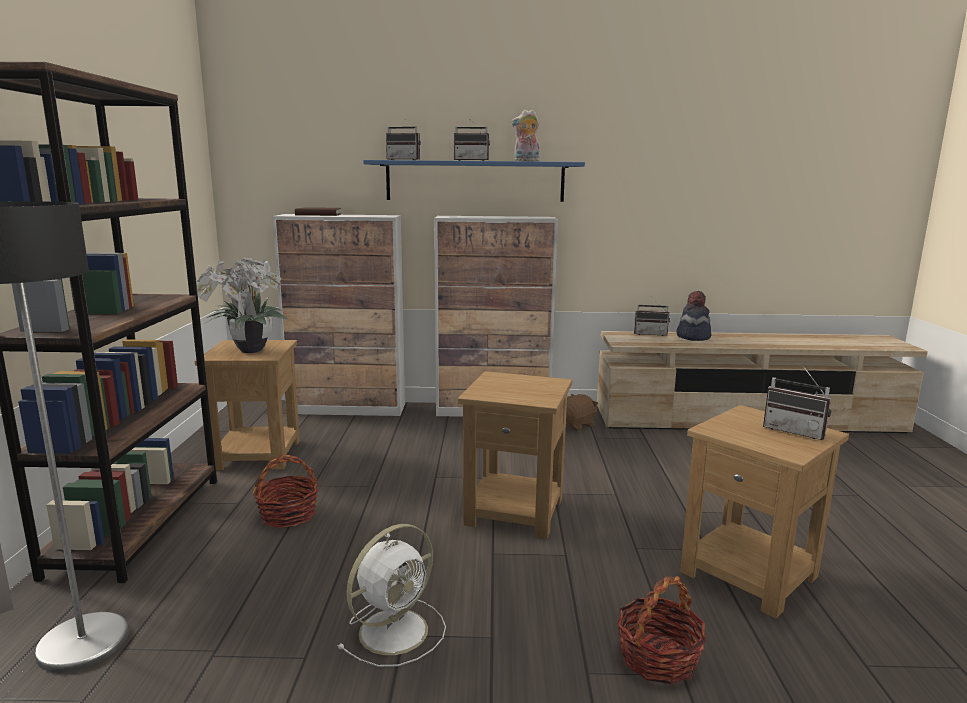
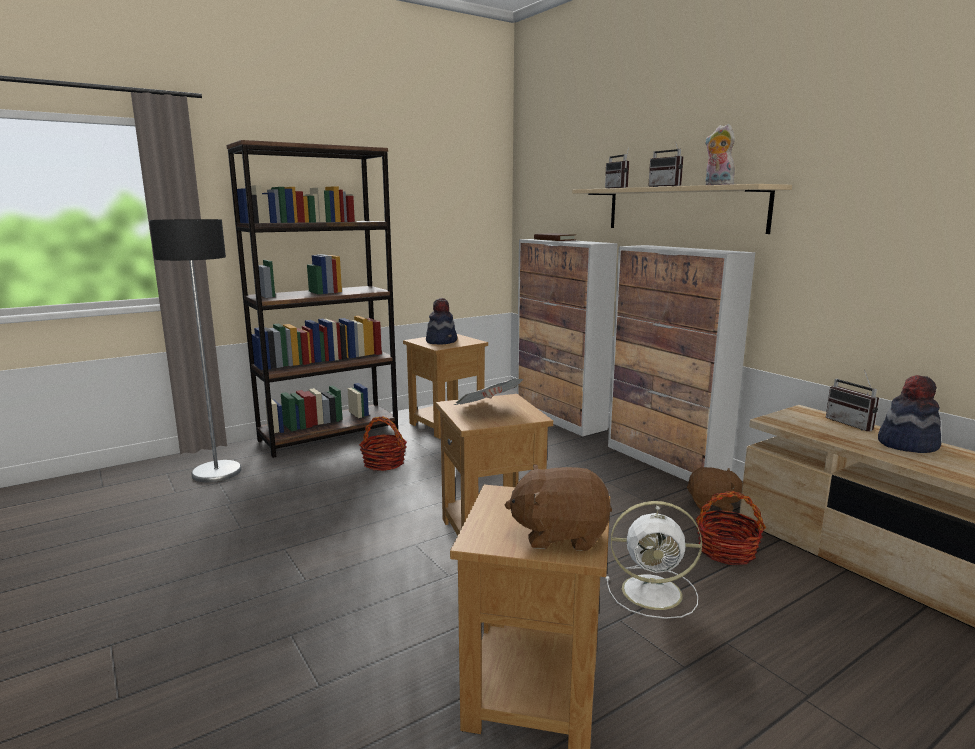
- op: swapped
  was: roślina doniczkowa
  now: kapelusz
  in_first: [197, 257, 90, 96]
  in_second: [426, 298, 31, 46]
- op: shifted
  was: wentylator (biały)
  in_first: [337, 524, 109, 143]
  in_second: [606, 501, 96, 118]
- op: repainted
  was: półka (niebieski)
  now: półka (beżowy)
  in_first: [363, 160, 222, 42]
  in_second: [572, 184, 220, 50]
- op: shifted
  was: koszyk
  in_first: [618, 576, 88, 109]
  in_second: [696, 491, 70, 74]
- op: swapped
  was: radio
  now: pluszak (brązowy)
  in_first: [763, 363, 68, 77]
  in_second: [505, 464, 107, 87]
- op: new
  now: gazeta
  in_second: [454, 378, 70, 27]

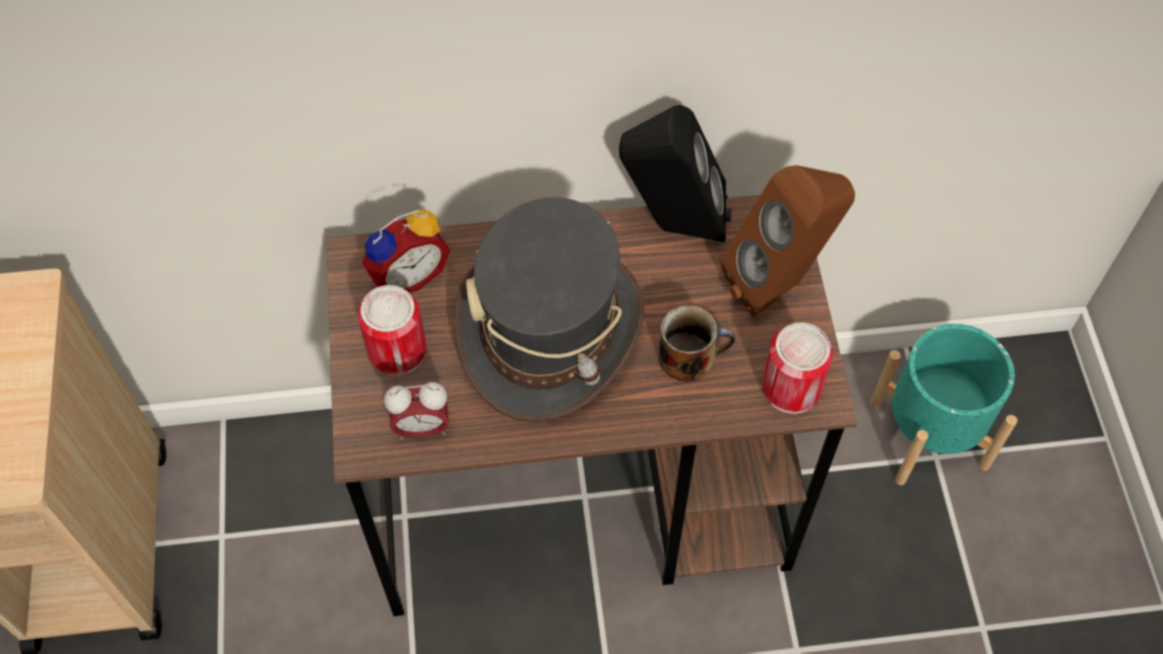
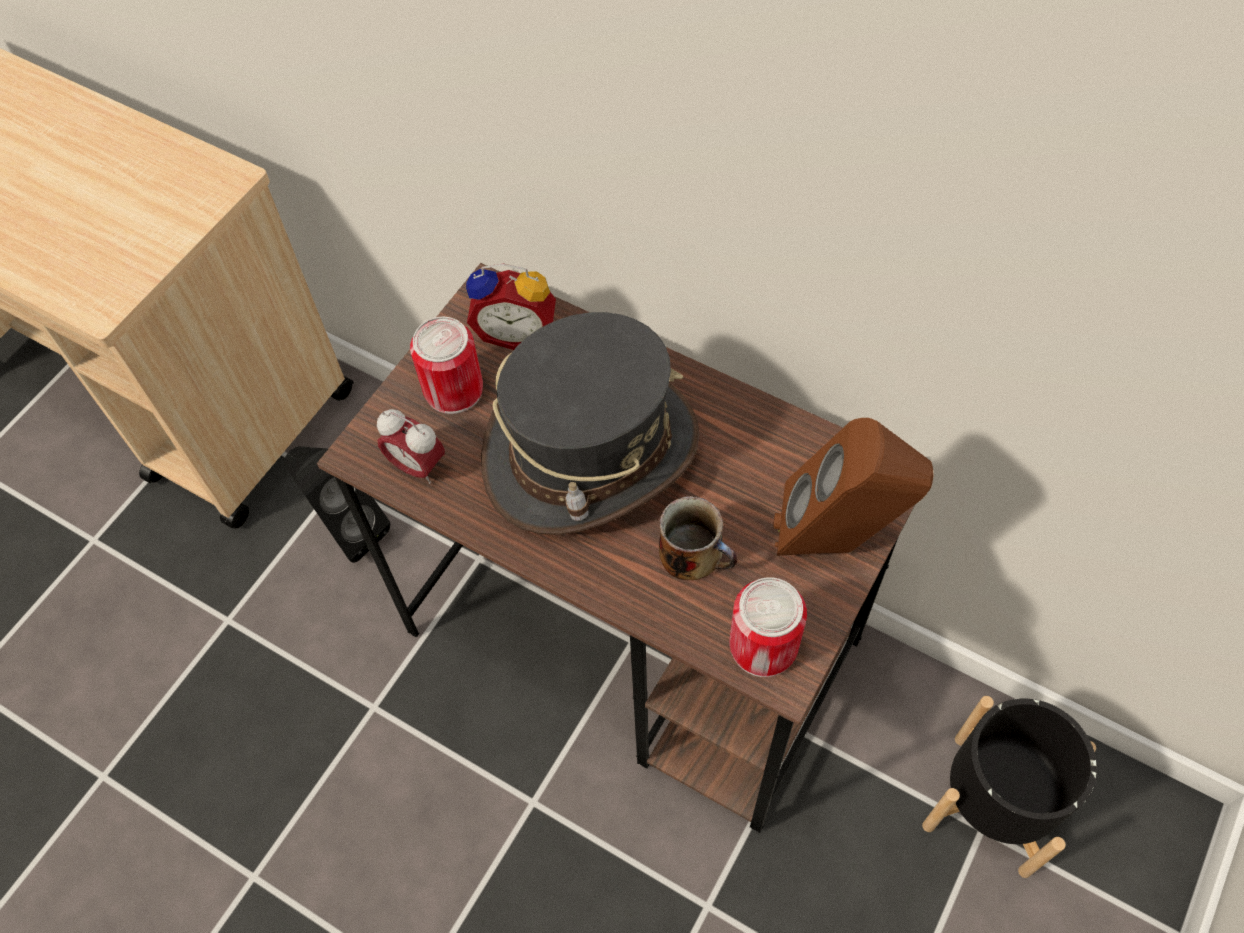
- op: shifted
  was: głośnik (czarny)
  in_first: [619, 105, 112, 137]
  in_second: [284, 446, 106, 117]
- op: repainted
  was: donica (turkusowy)
  now: donica (czarny)
  in_first: [870, 324, 148, 161]
  in_second: [922, 696, 175, 182]

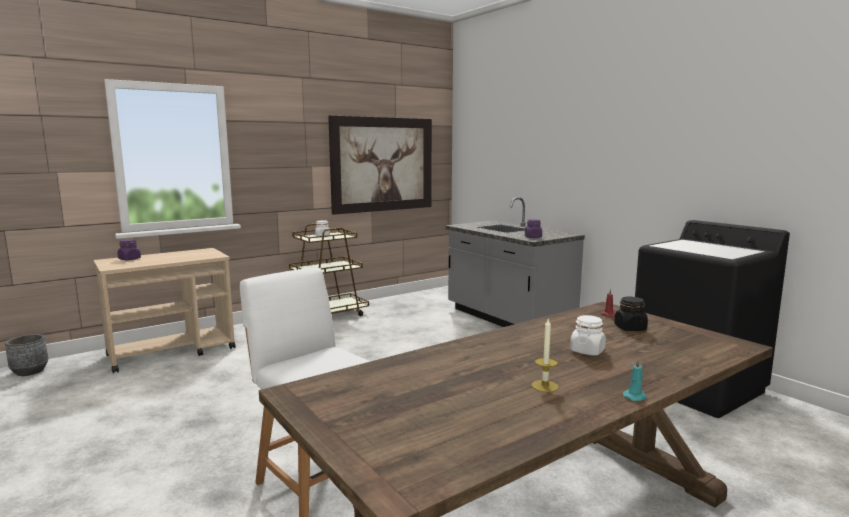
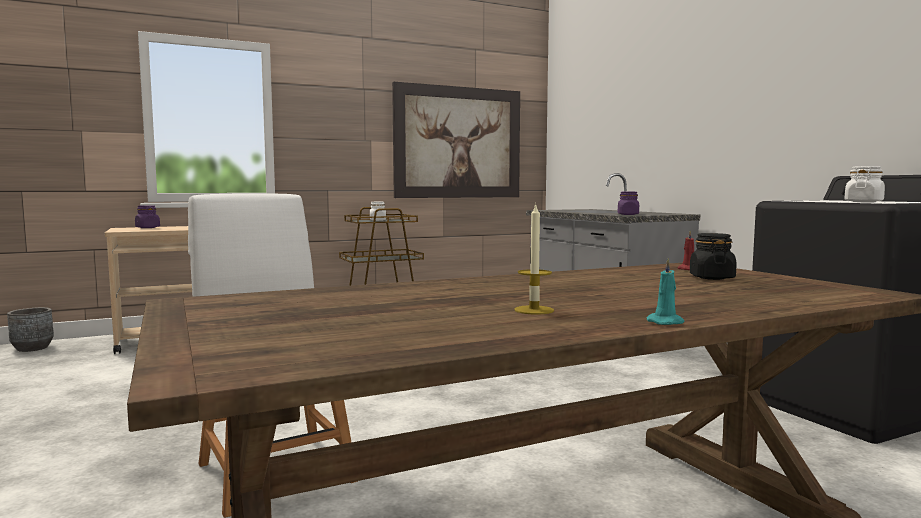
- op: shifted
  was: słoik (biały)
  in_first: [570, 315, 36, 41]
  in_second: [844, 166, 41, 36]

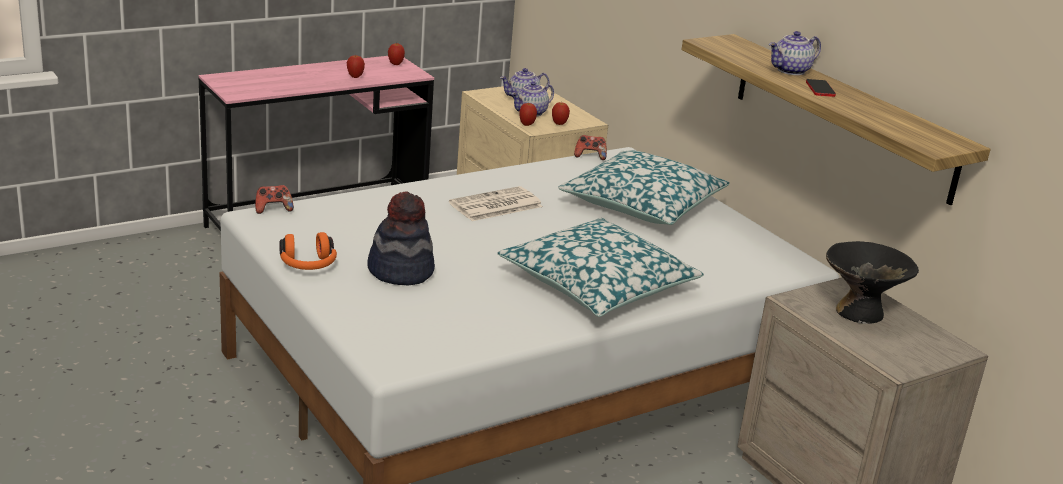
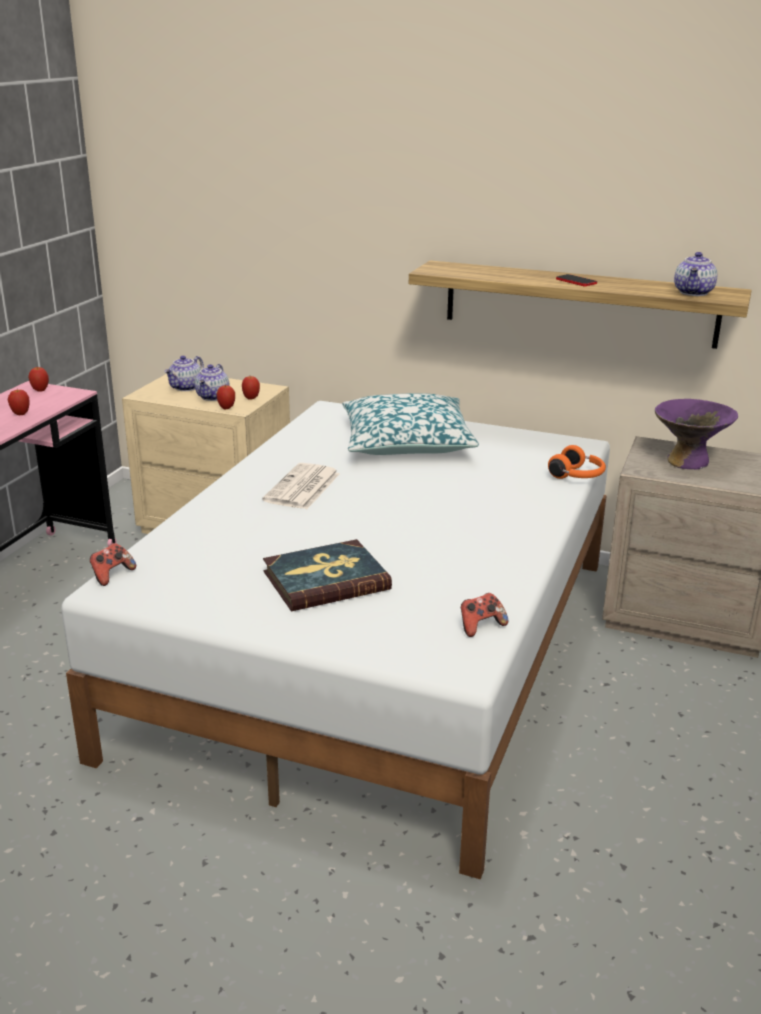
- op: shifted
  was: słuchawki (pomarańczowy)
  in_first: [280, 232, 57, 38]
  in_second: [548, 445, 58, 34]
- op: swapped
  was: kapelusz
  now: książka
  in_first: [367, 192, 68, 94]
  in_second: [263, 539, 129, 72]
- op: gone
  was: poduszka
  in_first: [497, 218, 207, 99]
- op: shifted
  was: pad do gier
  in_first: [574, 135, 33, 25]
  in_second: [461, 593, 47, 44]
- op: shifted
  was: imbryk
  in_first: [769, 31, 52, 44]
  in_second: [674, 252, 44, 44]
- op: repainted
  was: miska (czarny)
  now: miska (fioletowy)
  in_first: [826, 241, 93, 83]
  in_second: [655, 399, 83, 70]

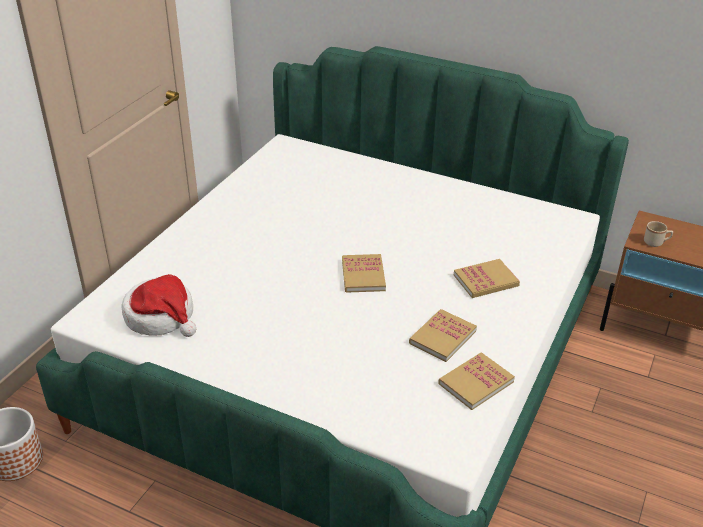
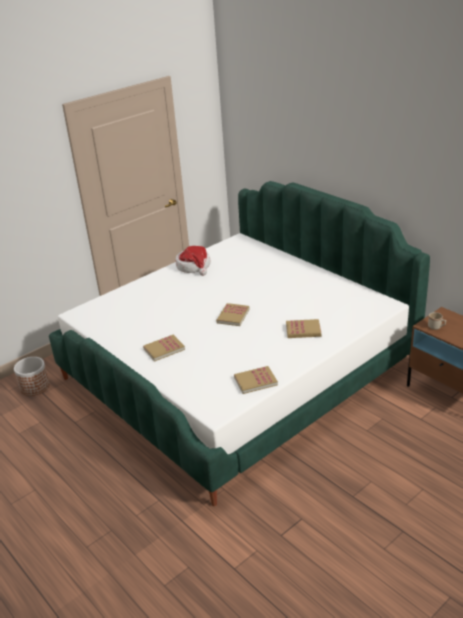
- op: shifted
  was: kapelusz
  in_first: [122, 274, 74, 63]
  in_second: [175, 246, 35, 30]
- op: shifted
  was: książka
  in_first: [409, 309, 68, 53]
  in_second: [143, 335, 42, 27]

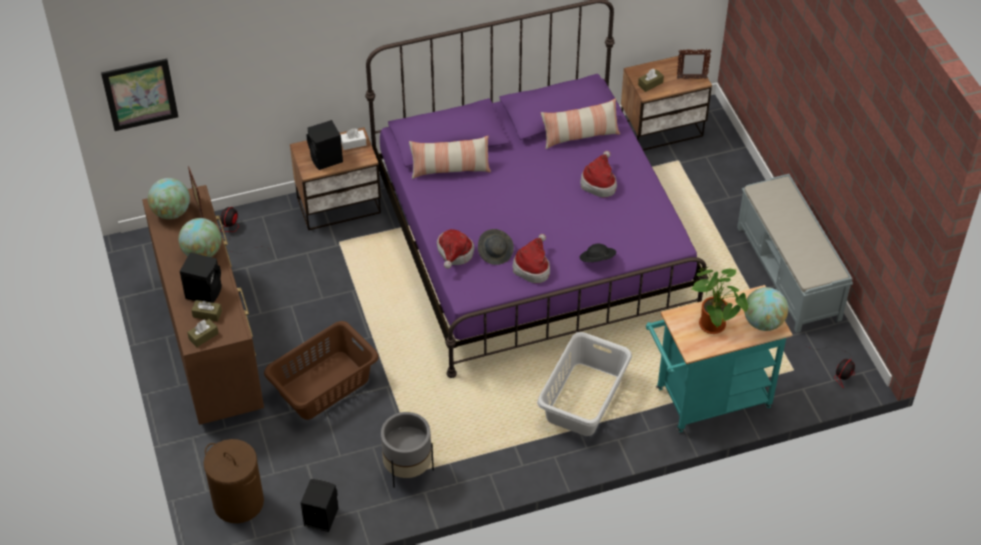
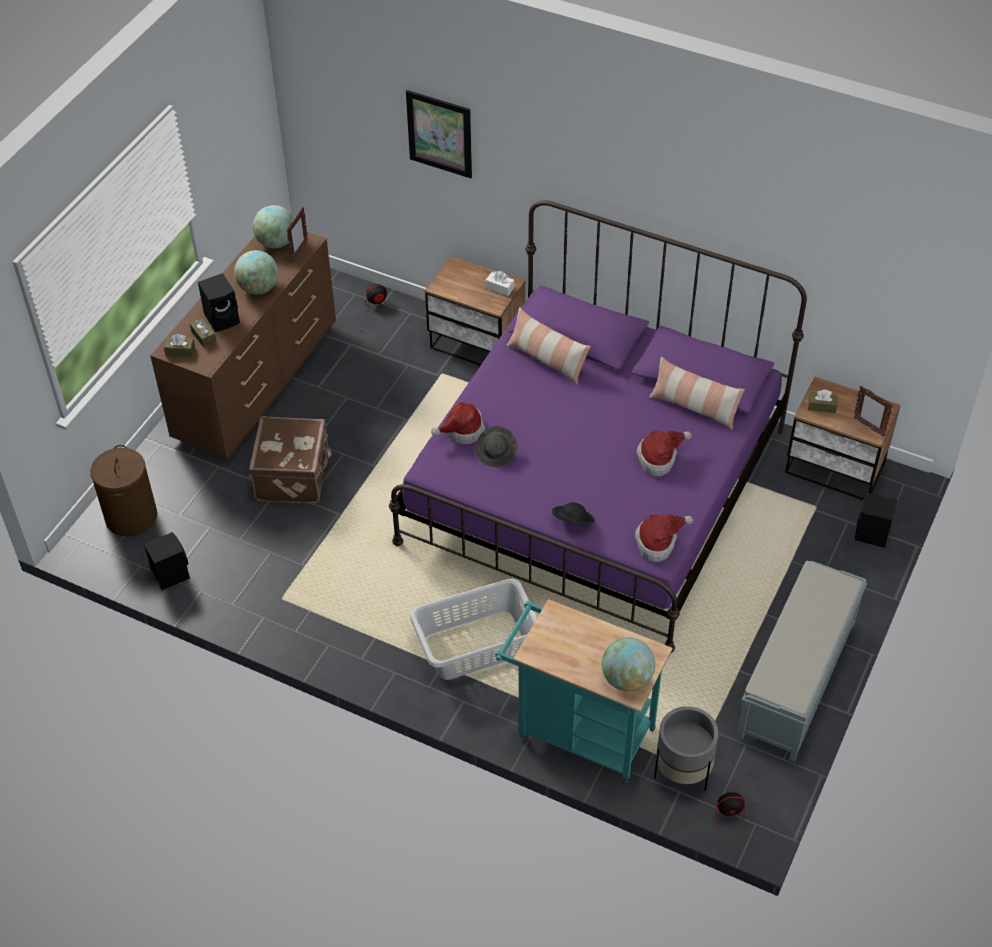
- op: shifted
  was: obraz
  in_first: [101, 58, 77, 73]
  in_second: [406, 90, 66, 88]
- op: swapped
  was: kosz na pranie (brązowy)
  now: walizka (brązowy)
  in_first: [264, 321, 115, 99]
  in_second: [249, 416, 83, 87]
- op: shifted
  was: głośnik (czarny)
  in_first: [306, 120, 37, 50]
  in_second: [855, 492, 42, 56]
- op: shifted
  was: donica (szary)
  in_first: [381, 412, 53, 76]
  in_second: [654, 706, 64, 85]
- op: shifted
  was: kapelusz
  in_first: [513, 234, 37, 49]
  in_second: [635, 514, 58, 48]
- op: gone
  was: roślina doniczkowa
  in_first: [692, 267, 56, 67]

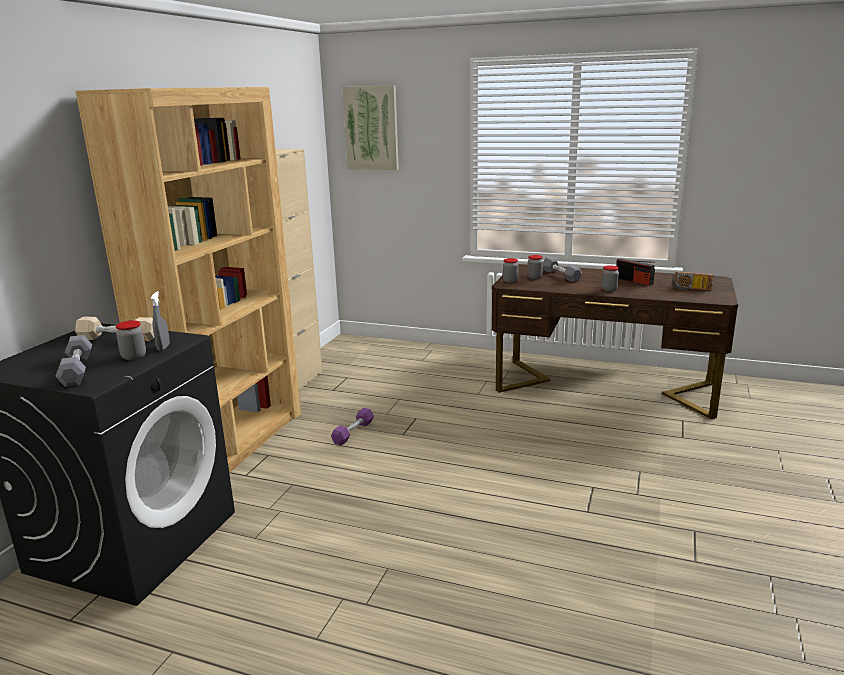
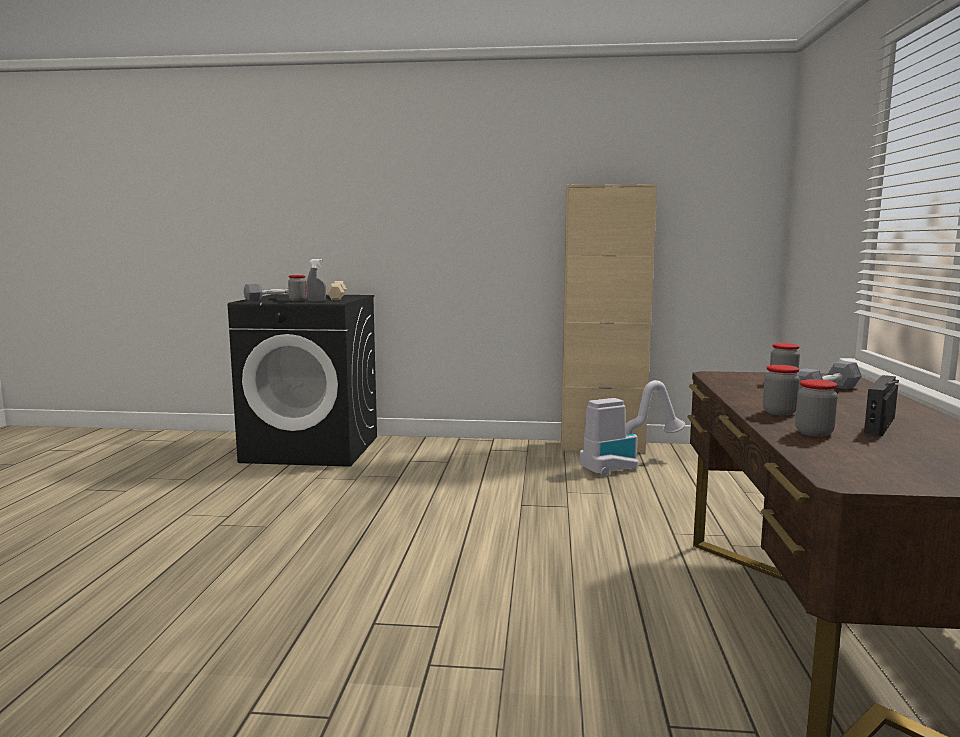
- op: gone
  was: regał (brązowy)
  in_first: [75, 87, 226, 386]
- op: gone
  was: hantel (fioletowy)
  in_first: [331, 408, 43, 37]
- op: gone
  was: obraz
  in_first: [342, 85, 57, 85]
- op: shifted
  was: słoik
  in_first: [503, 258, 16, 25]
  in_second: [795, 379, 43, 58]
- op: gone
  was: radio
  in_first: [672, 271, 42, 20]
- op: new
  now: odkurzacz
  in_second: [579, 380, 106, 97]

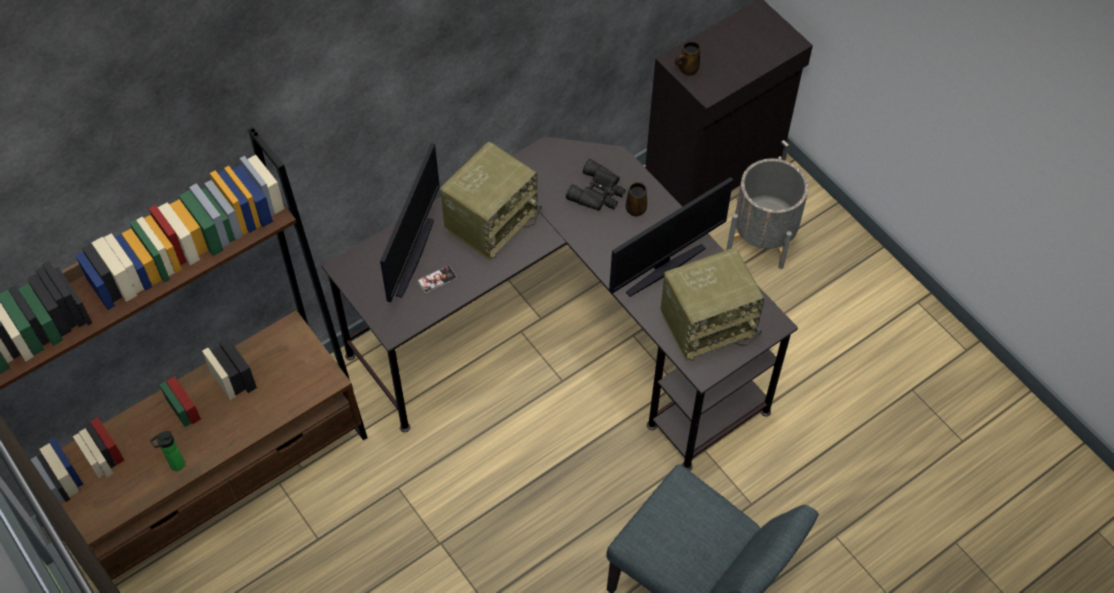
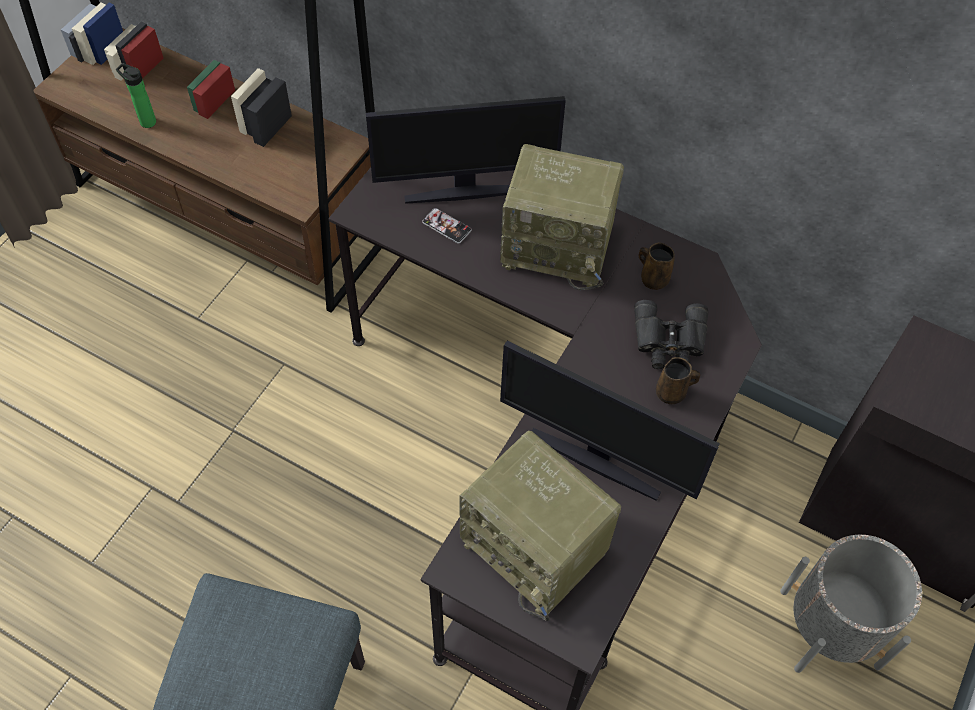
- op: shifted
  was: kubek (brązowy)
  in_first: [675, 41, 25, 35]
  in_second: [639, 242, 36, 48]

